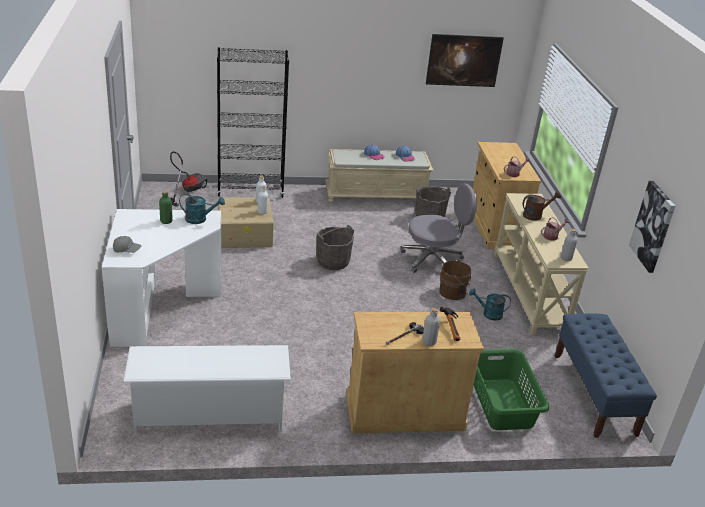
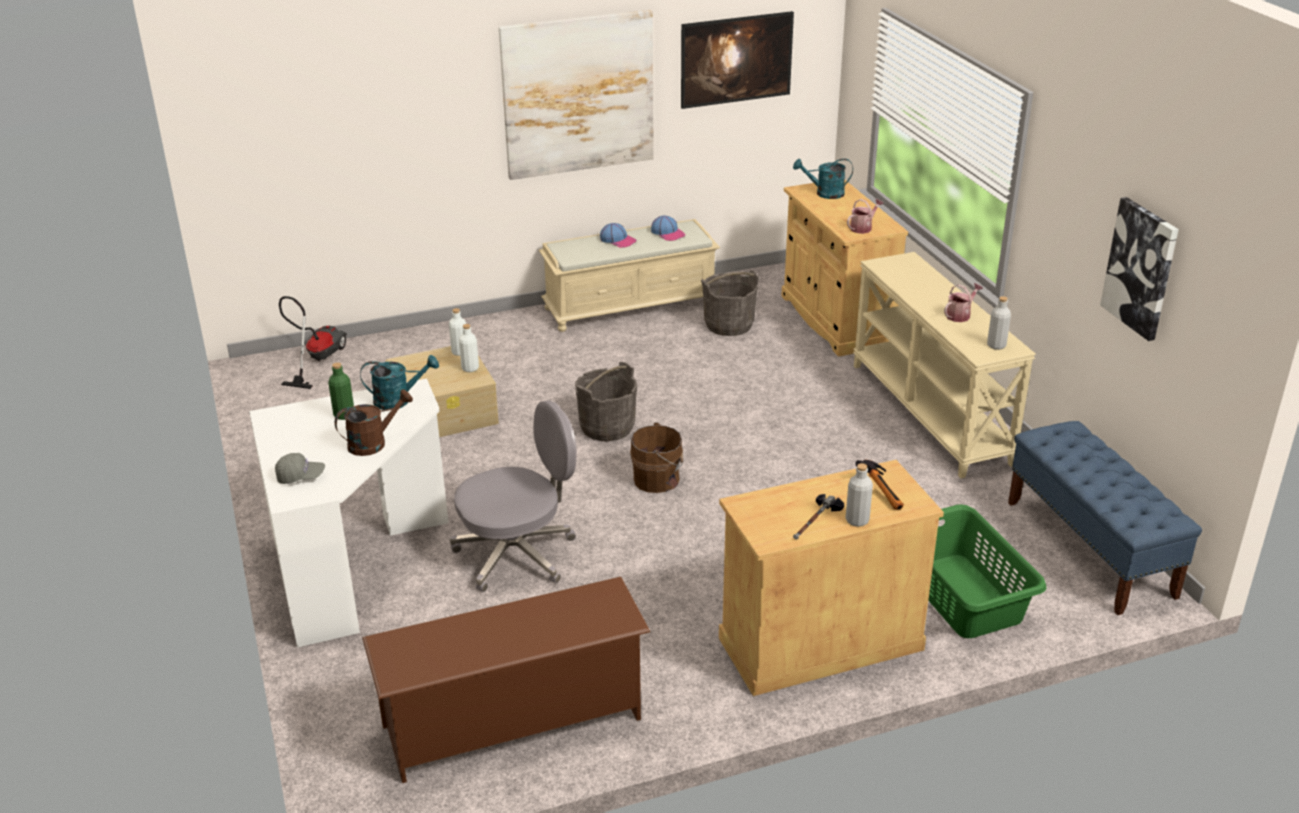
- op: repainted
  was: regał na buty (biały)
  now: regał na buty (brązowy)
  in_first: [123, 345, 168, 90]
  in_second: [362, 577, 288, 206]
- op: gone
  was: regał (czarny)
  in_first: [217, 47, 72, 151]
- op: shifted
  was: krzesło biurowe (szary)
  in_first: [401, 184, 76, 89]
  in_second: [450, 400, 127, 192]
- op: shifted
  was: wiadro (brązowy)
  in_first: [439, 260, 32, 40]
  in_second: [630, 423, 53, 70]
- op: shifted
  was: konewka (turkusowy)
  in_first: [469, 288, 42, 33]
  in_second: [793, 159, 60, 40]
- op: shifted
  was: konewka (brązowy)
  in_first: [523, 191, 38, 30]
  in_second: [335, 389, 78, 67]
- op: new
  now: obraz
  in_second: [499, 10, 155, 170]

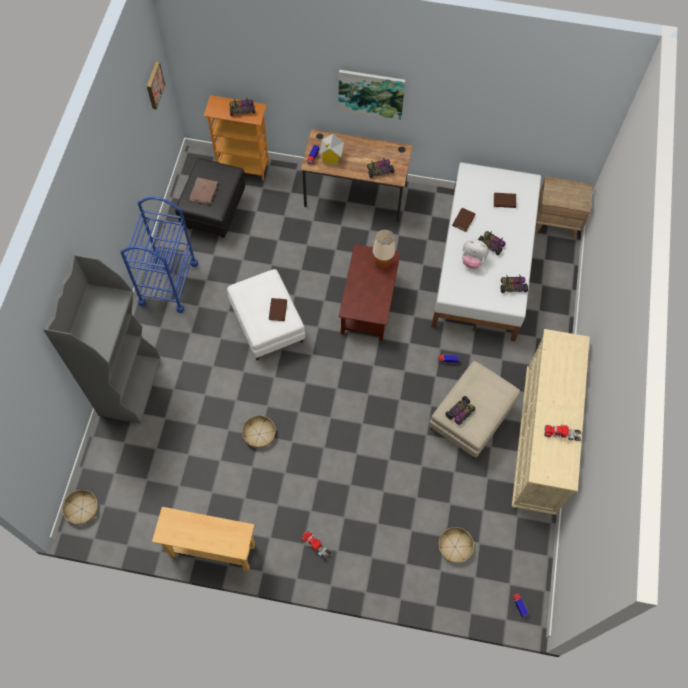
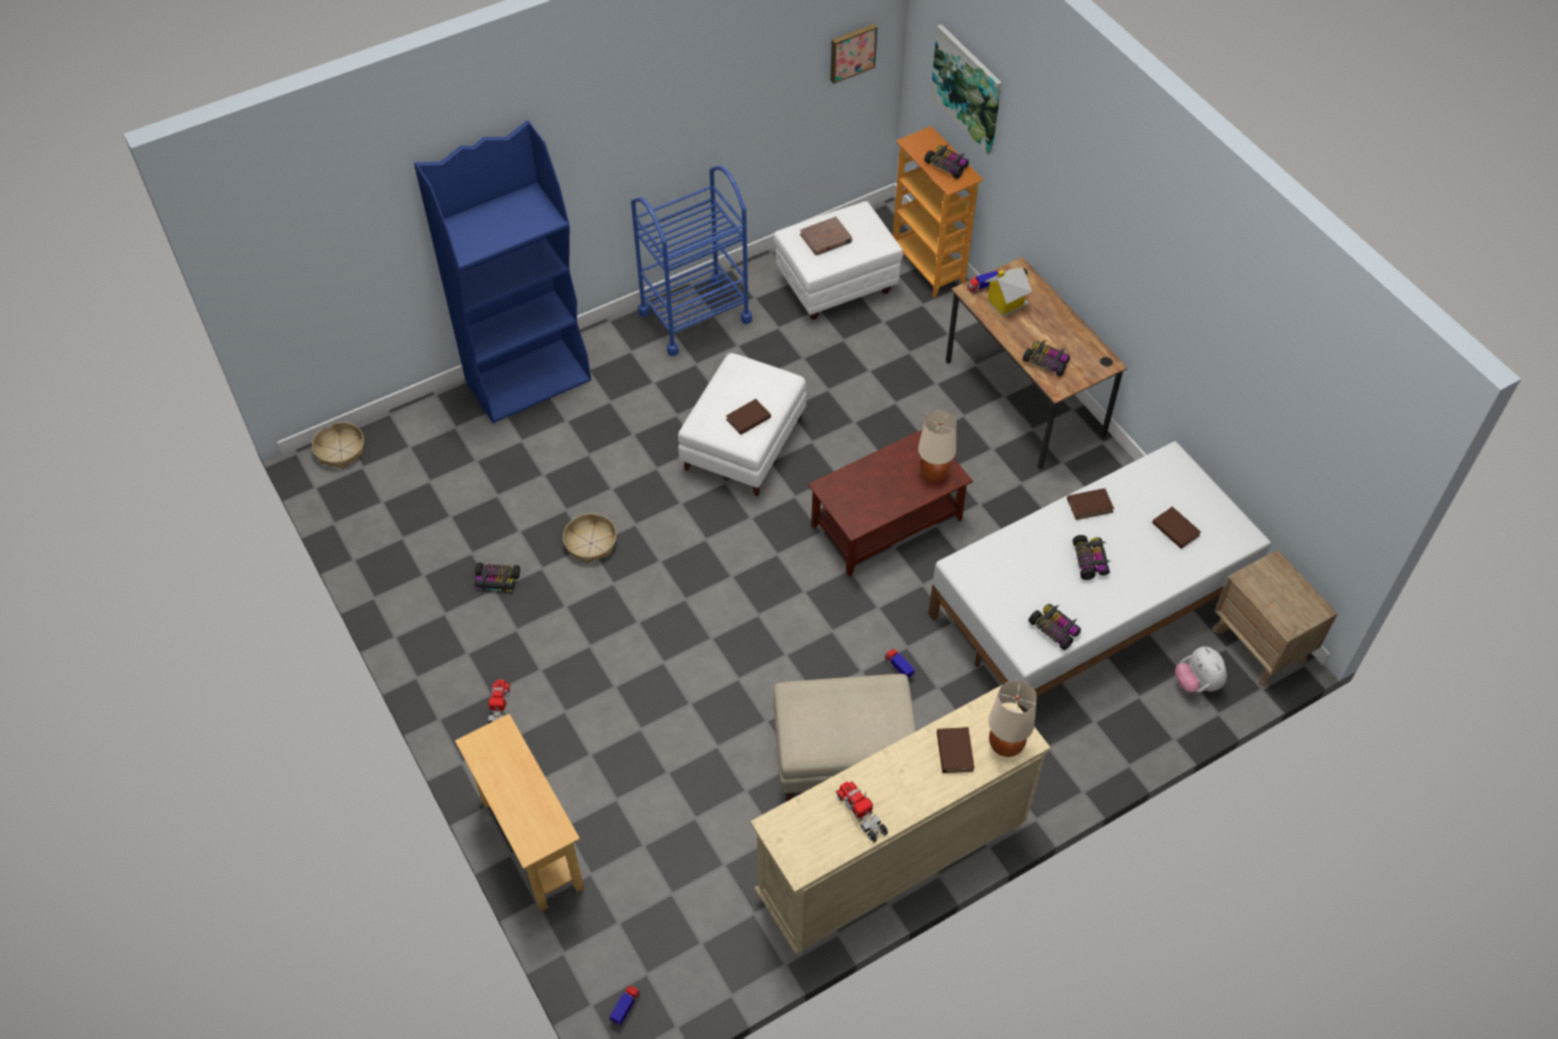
- op: repainted
  was: regał (szary)
  now: regał (niebieski)
  in_first: [43, 255, 117, 169]
  in_second: [414, 120, 177, 303]
- op: shifted
  was: stolik konsolowy (beżowy)
  in_first: [152, 507, 103, 65]
  in_second: [455, 714, 129, 197]
- op: repainted
  was: pufa (czarny)
  now: pufa (biały)
  in_first: [175, 158, 70, 80]
  in_second: [773, 201, 130, 119]
- op: shifted
  was: obraz
  in_first: [338, 70, 67, 51]
  in_second: [930, 24, 72, 131]
- op: gone
  was: koszyk
  in_first: [439, 527, 35, 36]
- op: shifted
  was: samochodzik
  in_first: [445, 396, 31, 29]
  in_second: [474, 562, 46, 31]
- op: shifted
  was: pluszak
  in_first: [462, 239, 27, 30]
  in_second: [1175, 646, 52, 47]
- op: new
  now: książka (brązowy)
  in_second: [937, 727, 37, 46]
- op: new
  now: lampa stołowa (beżowy)
  in_second: [988, 680, 49, 77]

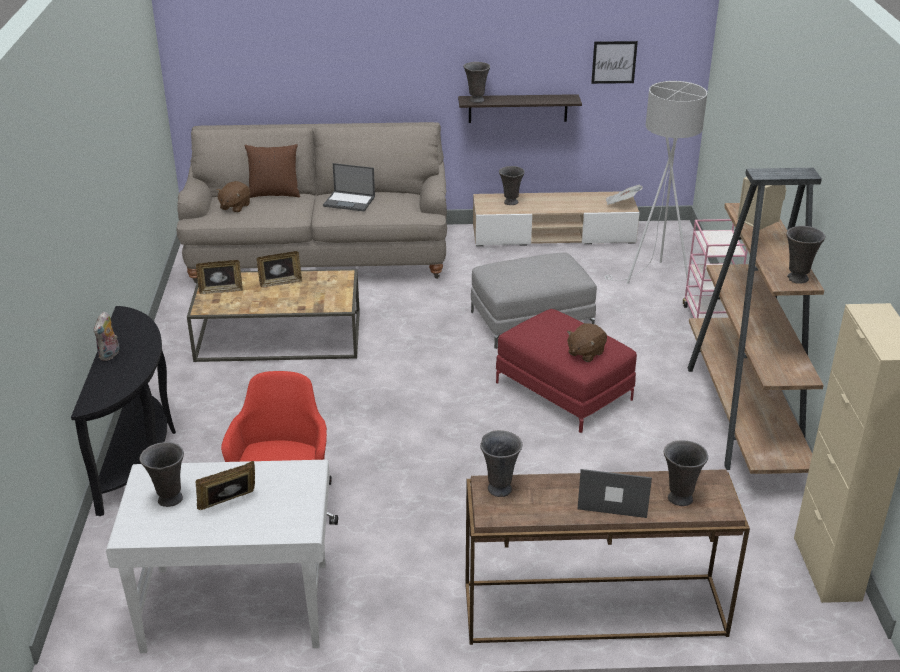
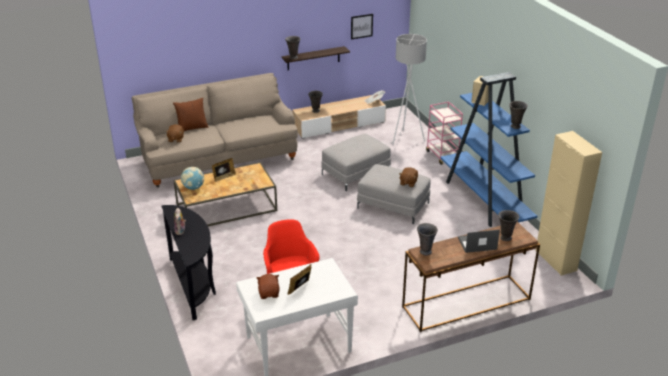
- op: swapped
  was: wazon (szary)
  now: pluszak (brązowy)
  in_first: [139, 442, 45, 65]
  in_second: [256, 274, 24, 25]
- op: swapped
  was: ramka na zdjęcie
  now: globus
  in_first: [196, 260, 47, 34]
  in_second: [181, 167, 23, 23]
- op: gone
  was: laptop
  in_first: [323, 163, 52, 49]
- op: repainted
  was: pufa (czerwony)
  now: pufa (szary)
  in_first: [496, 309, 141, 124]
  in_second: [357, 164, 74, 60]
- op: repainted
  was: regał (brązowy)
  now: regał (niebieski)
  in_first: [688, 168, 136, 306]
  in_second: [440, 72, 97, 155]

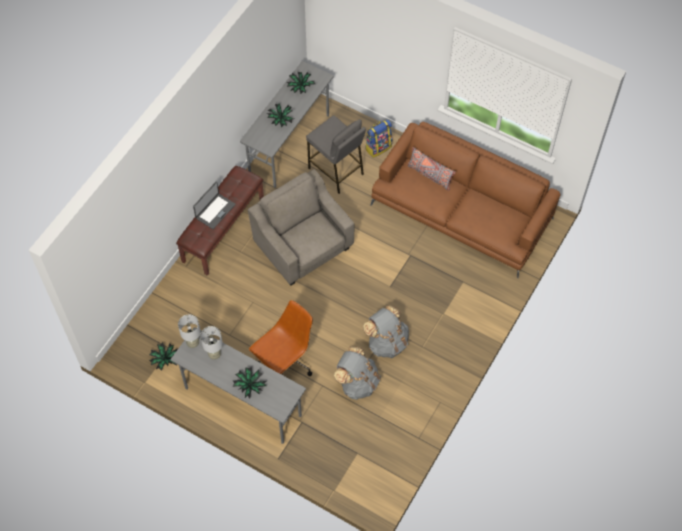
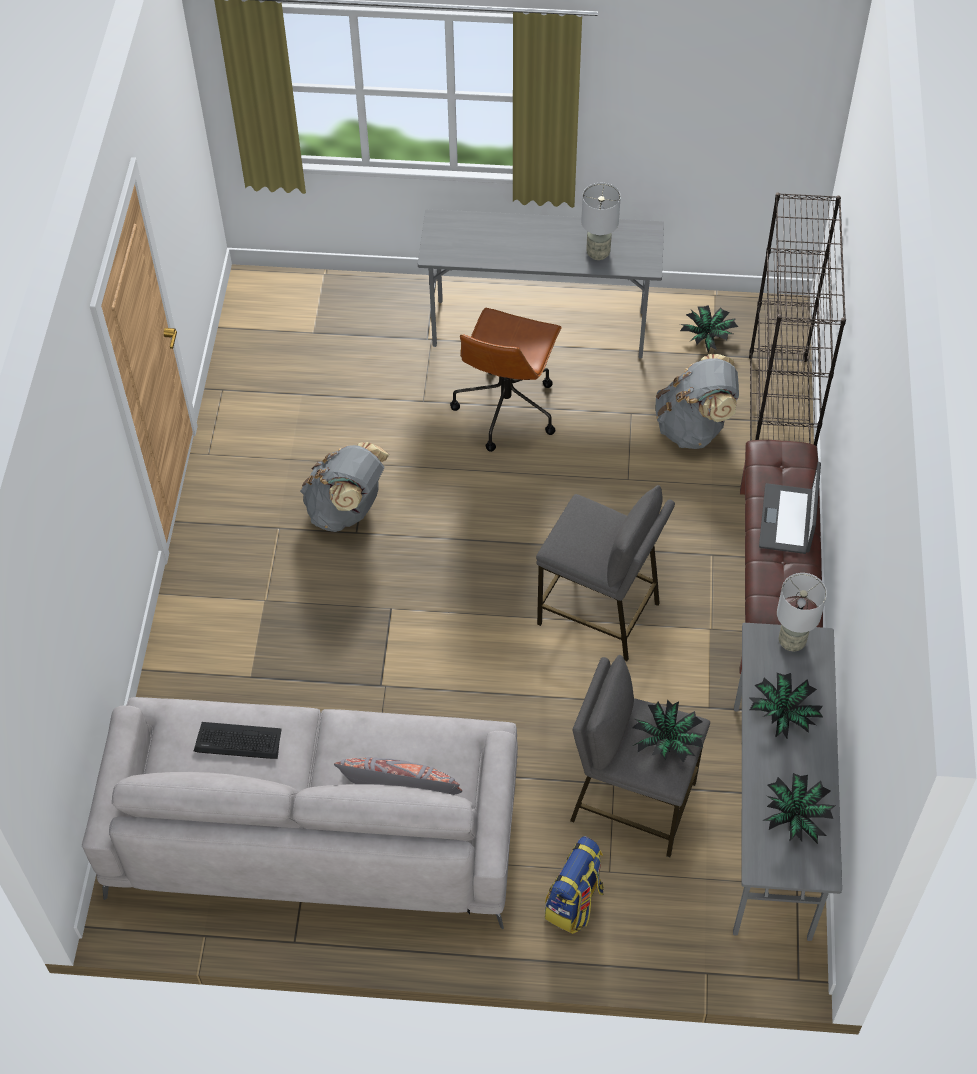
- op: shifted
  was: lampa stołowa (szary)
  in_first: [178, 315, 23, 33]
  in_second: [777, 573, 50, 78]
- op: shifted
  was: roślina doniczkowa
  in_first: [233, 367, 33, 31]
  in_second: [632, 699, 74, 64]
- op: swapped
  was: fotel (szary)
  now: stołek (szary)
  in_first: [248, 169, 107, 117]
  in_second: [536, 485, 139, 176]
- op: shifted
  was: plecak (szary)
  in_first: [334, 346, 47, 54]
  in_second: [655, 354, 84, 95]
- op: repainted
  was: kanapa (brązowy)
  now: kanapa (szary)
  in_first: [370, 122, 190, 156]
  in_second: [82, 697, 436, 233]
- op: new
  now: klawiatura
  in_second: [194, 722, 88, 37]
- op: new
  now: regał (czarny)
  in_second: [749, 193, 97, 253]

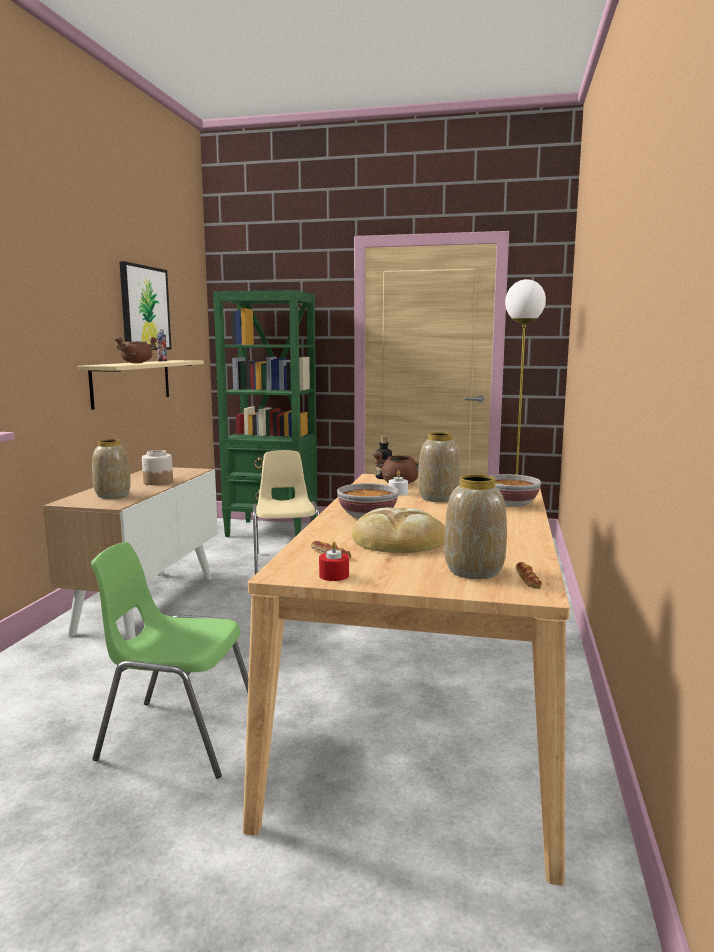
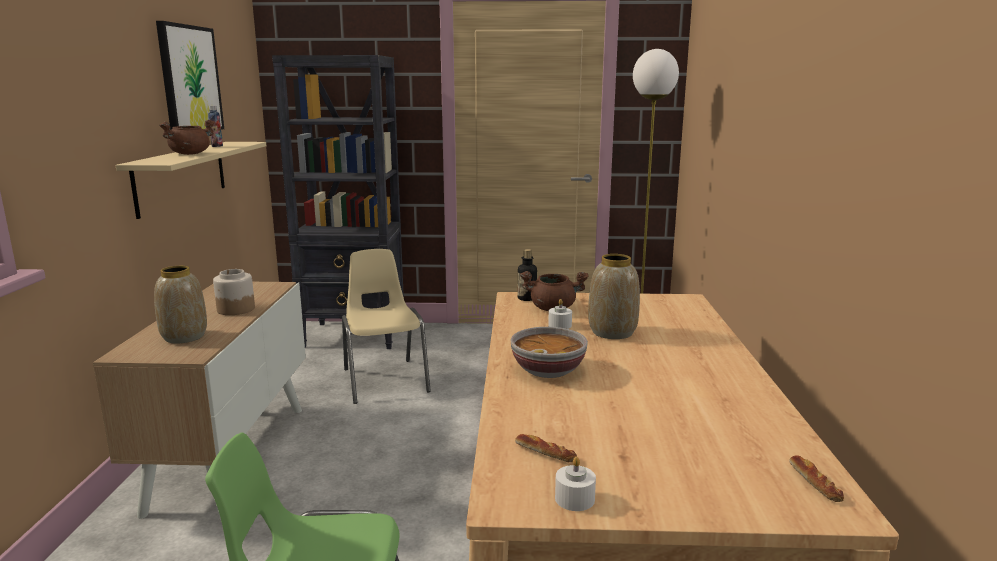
- op: repainted
  was: regał (zielony)
  now: regał (czarny)
  in_first: [213, 290, 104, 247]
  in_second: [272, 55, 132, 294]
- op: repainted
  was: świeca (czerwony)
  now: świeca (biały)
  in_first: [319, 541, 30, 40]
  in_second: [555, 457, 41, 54]
- op: gone
  was: chleb
  in_first: [352, 507, 93, 46]
- op: gone
  was: wazon
  in_first: [444, 475, 63, 104]
- op: gone
  was: miska
  in_first: [489, 474, 52, 33]

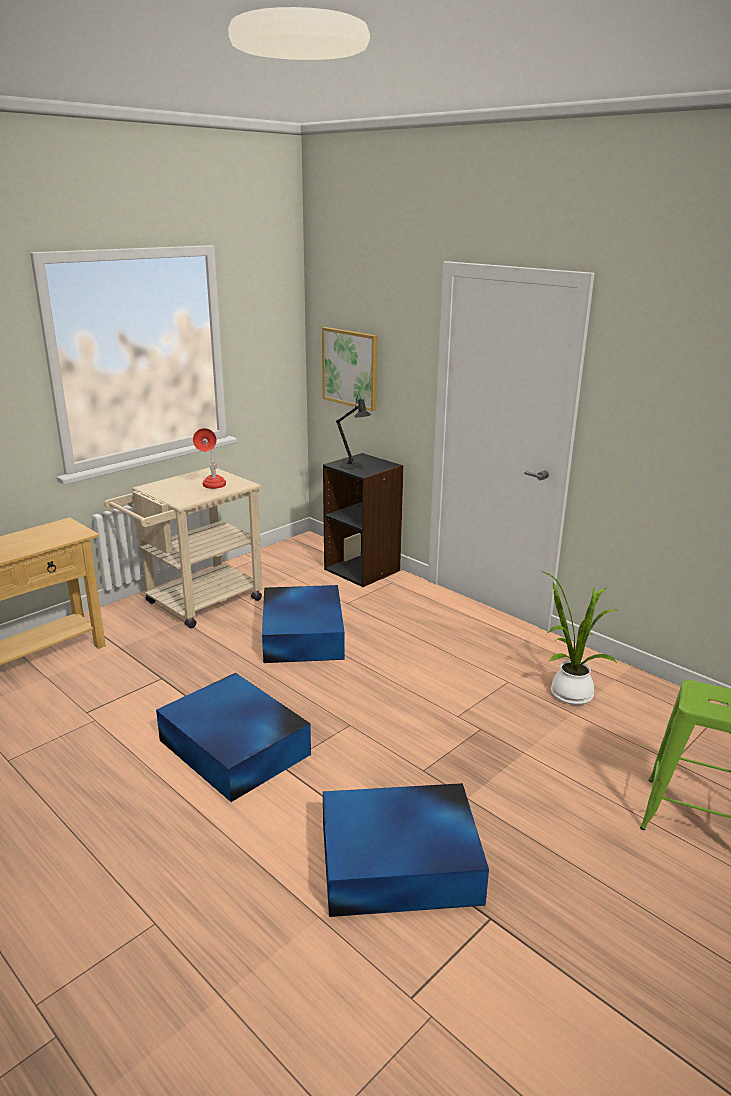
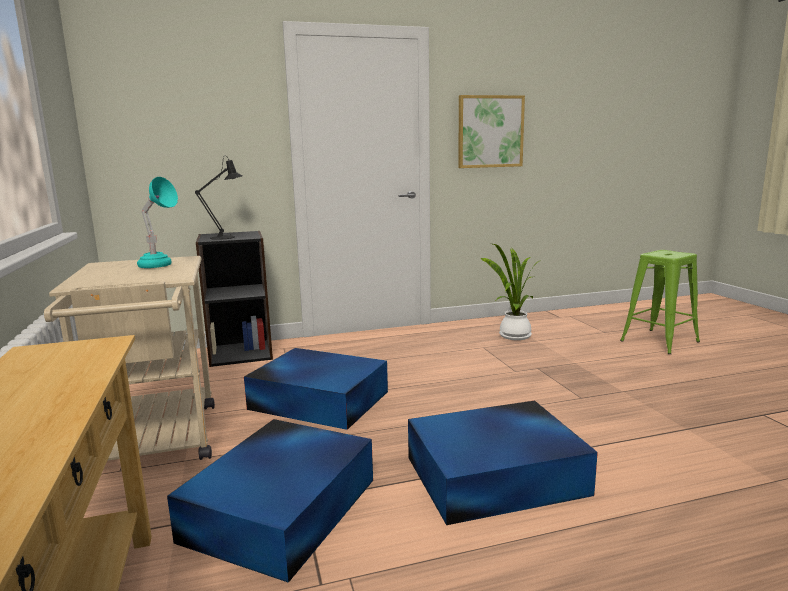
- op: repainted
  was: lampa stołowa (czerwony)
  now: lampa stołowa (turkusowy)
  in_first: [193, 428, 33, 61]
  in_second: [137, 177, 41, 91]
- op: shifted
  was: obraz
  in_first: [322, 327, 56, 85]
  in_second: [458, 95, 67, 73]
- op: shifted
  was: pojemnik do przechowywania (niebieski)
  in_first: [323, 783, 166, 134]
  in_second: [167, 419, 206, 164]

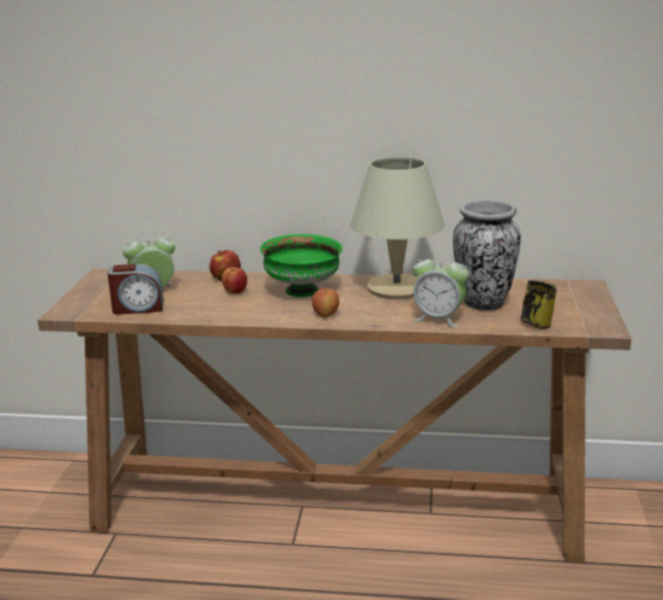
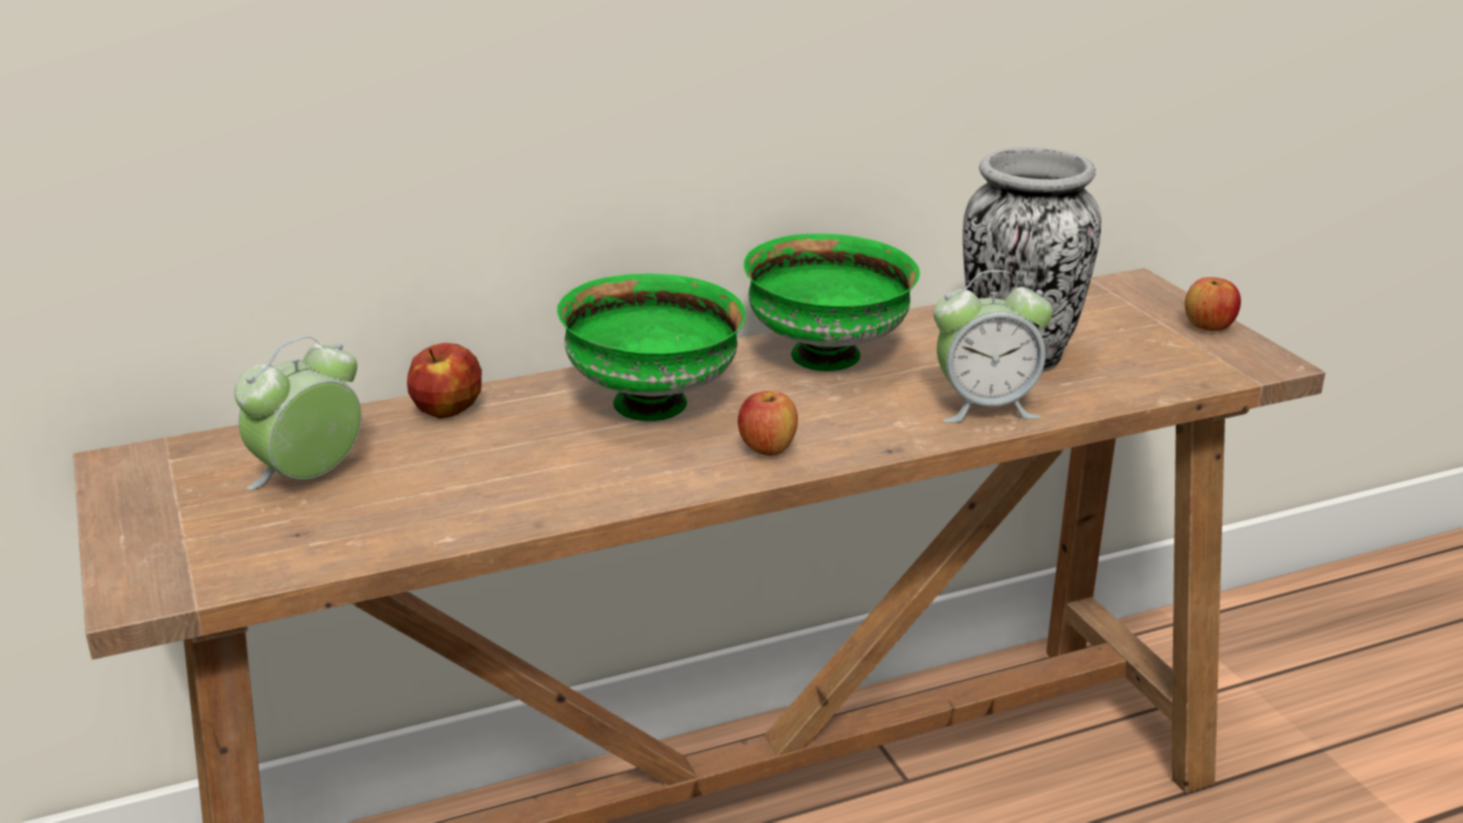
- op: gone
  was: budzik
  in_first: [108, 264, 56, 50]
- op: shifted
  was: jabłko
  in_first: [222, 267, 25, 27]
  in_second: [1185, 277, 56, 54]
- op: swapped
  was: lampa stołowa (beżowy)
  now: miska (zielony)
  in_first: [350, 157, 95, 142]
  in_second: [744, 234, 176, 137]
- op: gone
  was: kubek
  in_first: [521, 280, 36, 49]

